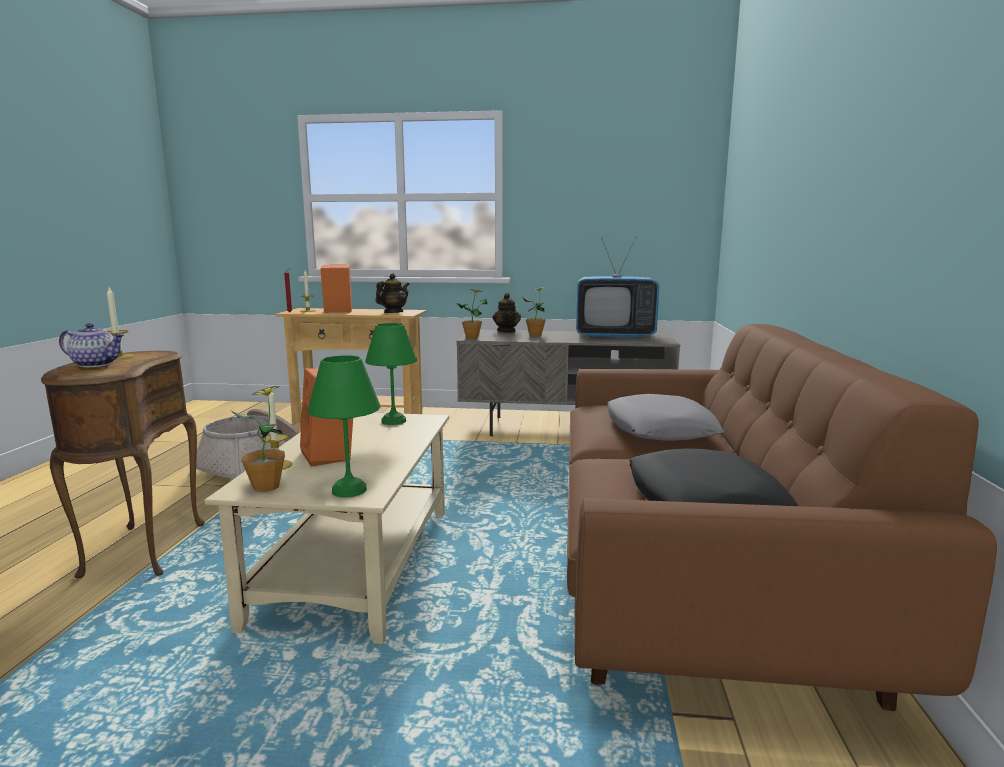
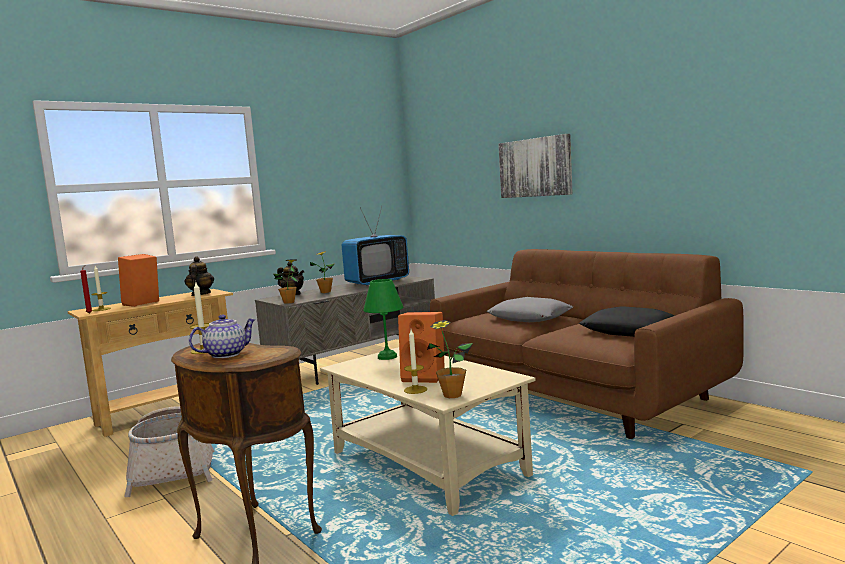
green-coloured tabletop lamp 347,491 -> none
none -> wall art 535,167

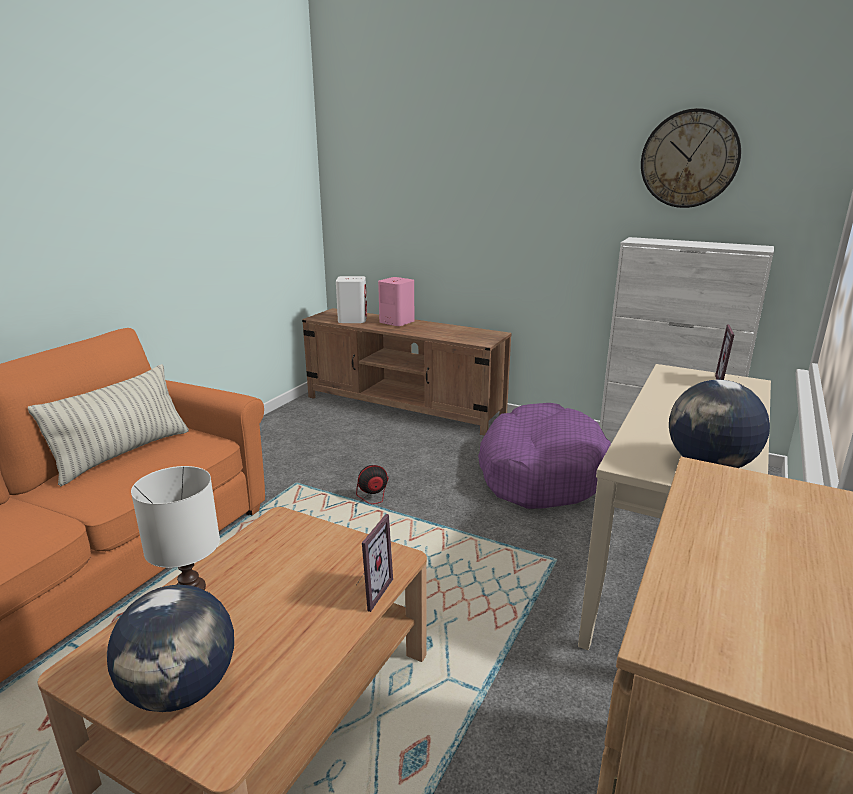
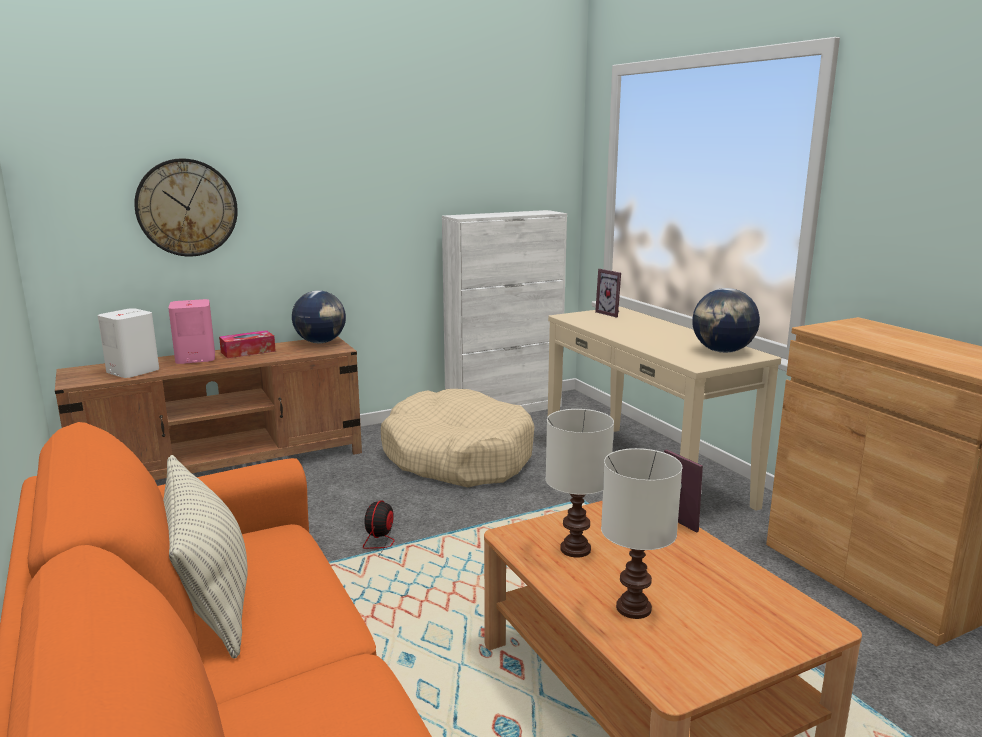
none -> tissue box 248,351
none -> white tabletop lamp 574,549
globe 181,691 -> globe 321,342, relocated
hanging clock 689,159 -> hanging clock 187,207, relocated
purple dog bed 540,472 -> beige-coloured dog bed 458,457

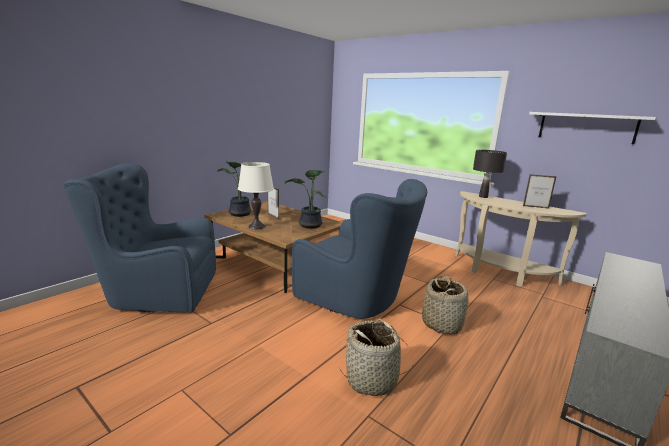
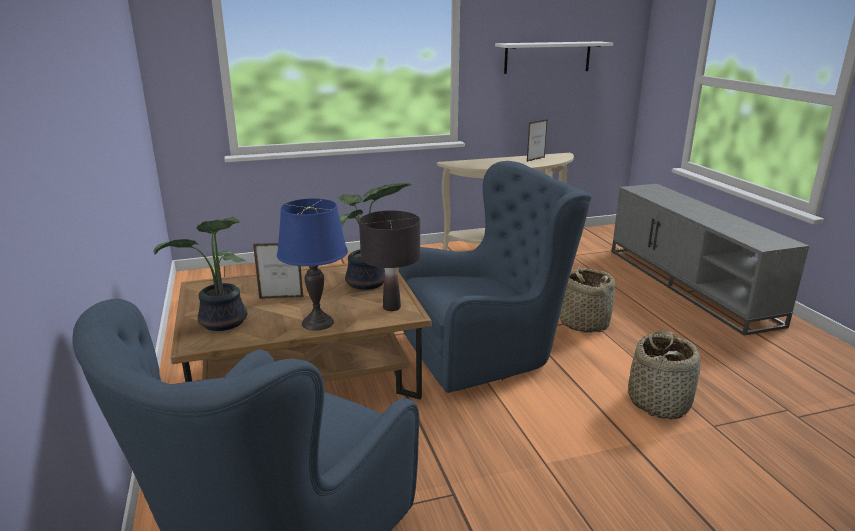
blackish tabletop lamp 483,197 -> blackish tabletop lamp 391,307, relocated
white tabletop lamp 256,226 -> blue tabletop lamp 317,323

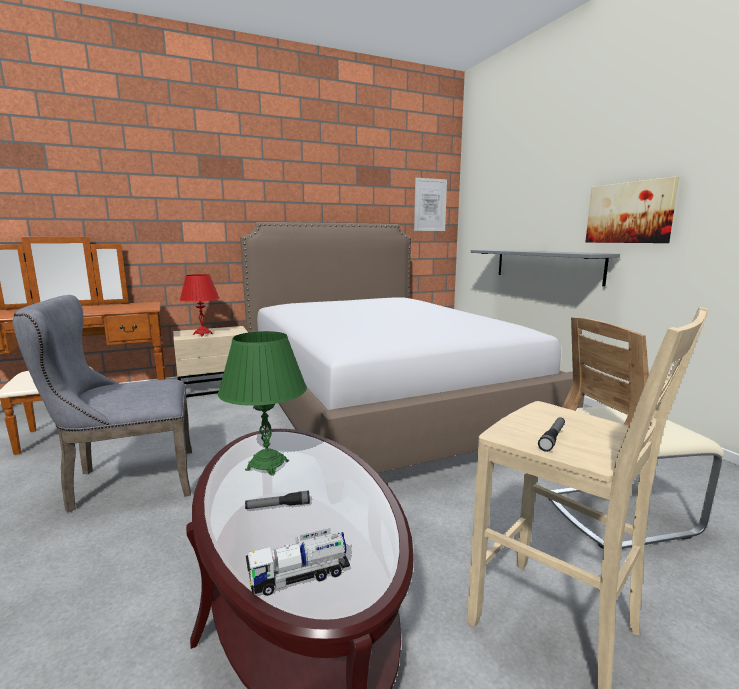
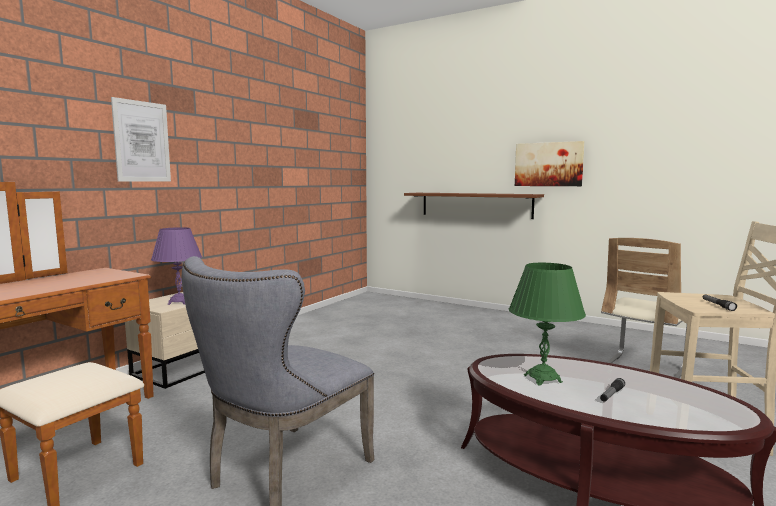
bedroom bed 381,404 -> none
toy truck 299,577 -> none
wall art 430,205 -> wall art 142,141, relocated
red-coloured tabletop lamp 203,334 -> purple tabletop lamp 179,302
greyish wall shelf 546,265 -> brownish wall shelf 475,205

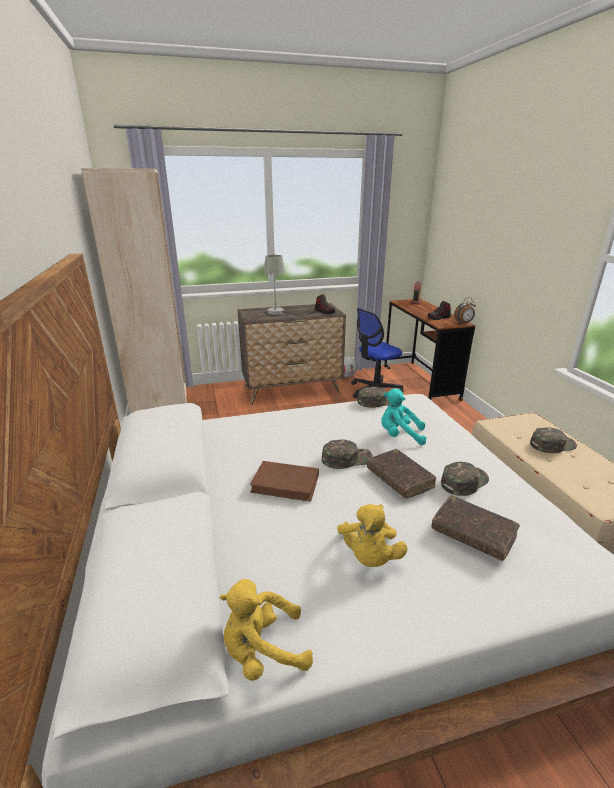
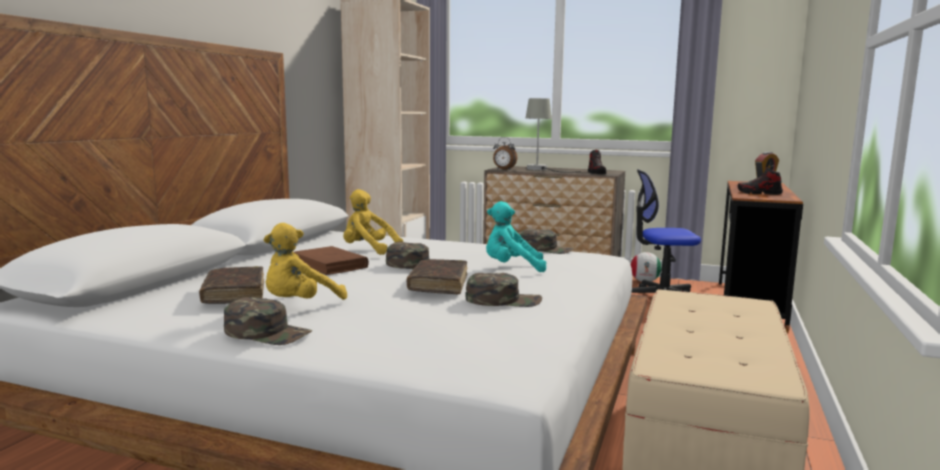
yellow soft toy 263,651 -> yellow soft toy 368,250, relocated
brownish bound book 473,533 -> brownish bound book 234,294, relocated
table clock 463,323 -> table clock 504,169, relocated
green-coloured baseball cap 552,444 -> green-coloured baseball cap 268,333, relocated
turquoise-coloured soft toy 399,435 -> turquoise-coloured soft toy 511,268, 45 degrees counterclockwise

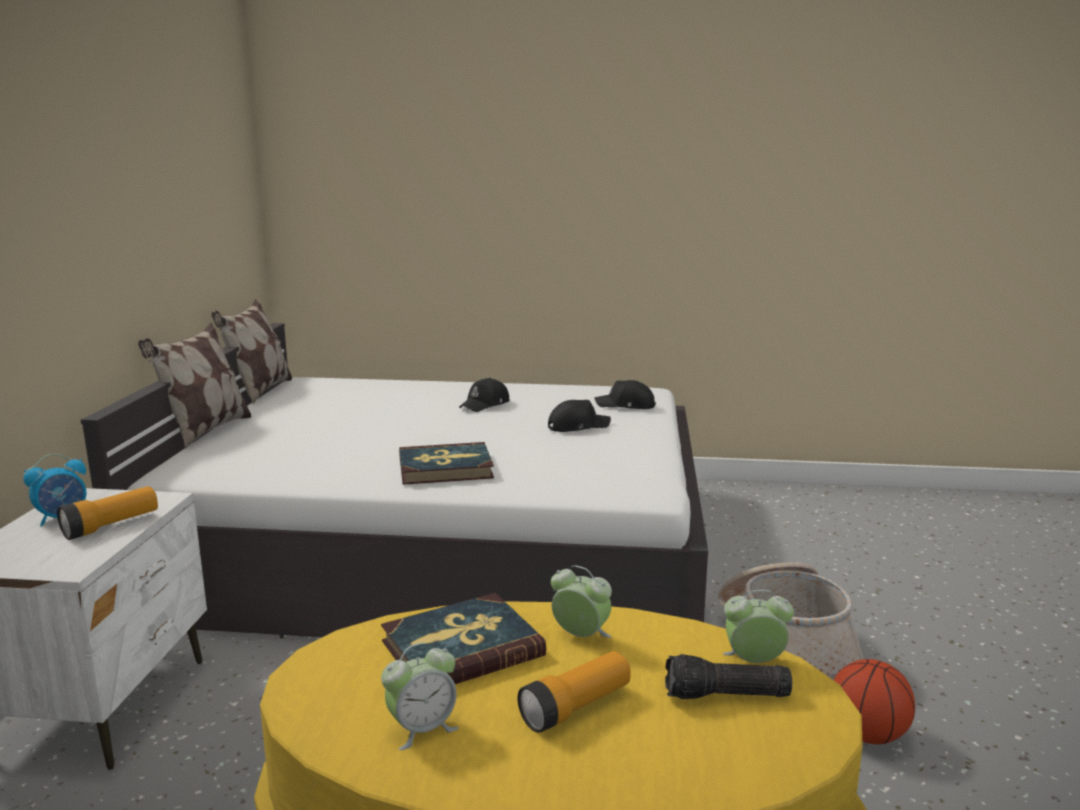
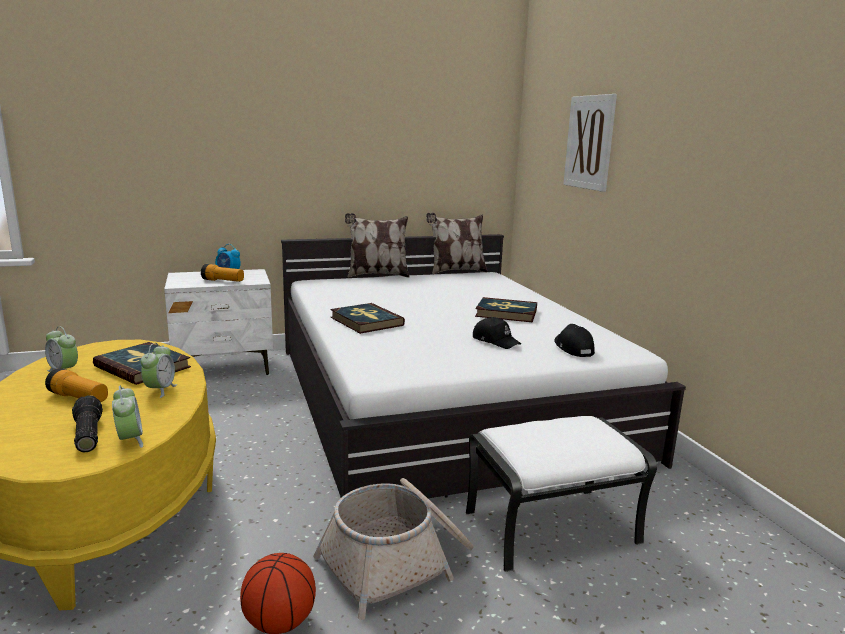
none -> white footrest 552,526
none -> wall art 589,142
blackish baseball cap 485,404 -> bound book 506,313

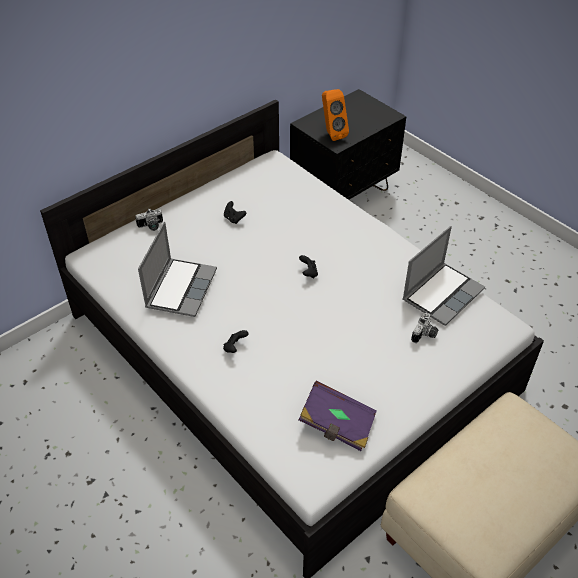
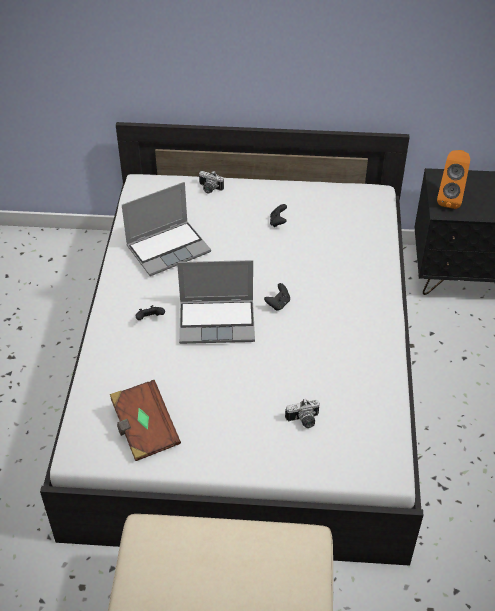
notebook computer 442,294 -> notebook computer 218,321, relocated
purple bound book 337,425 -> brownish bound book 144,429

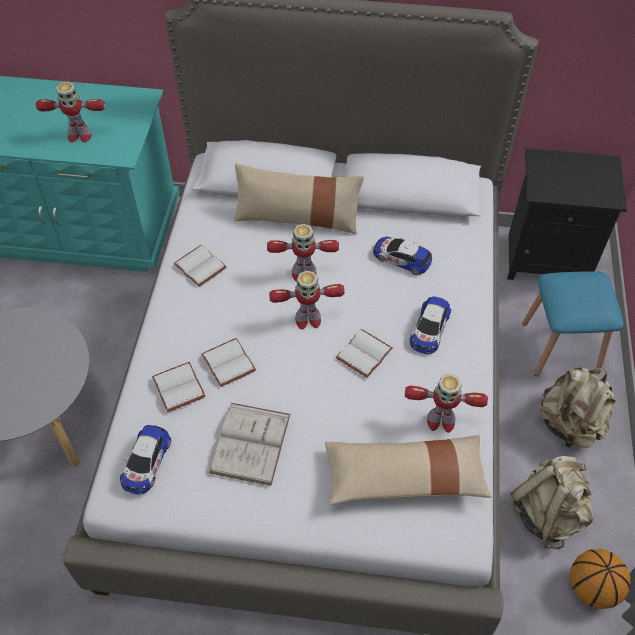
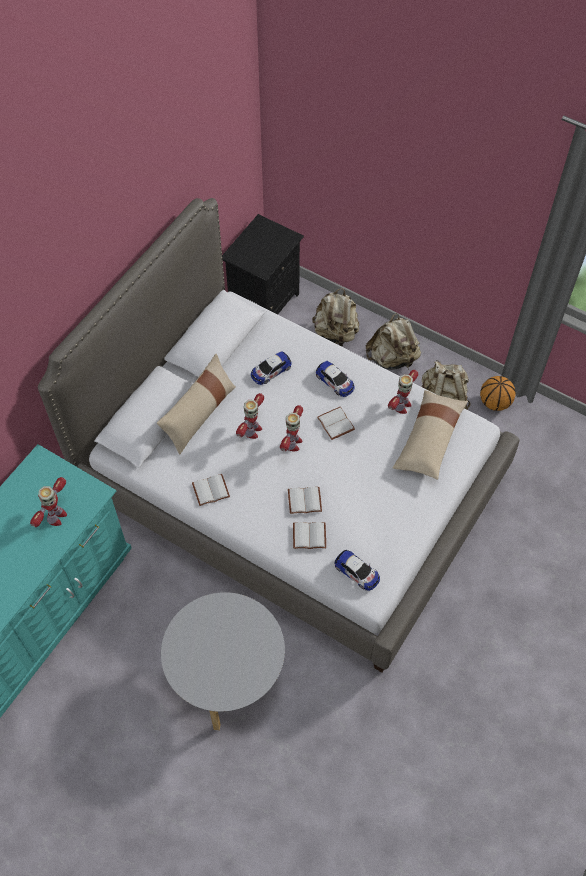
white bound book 250,443 -> none
blue sitting stool 560,347 -> beige-coloured knapsack 336,333

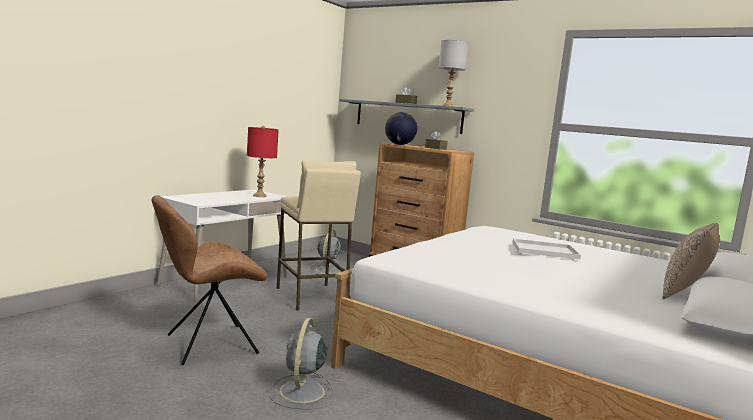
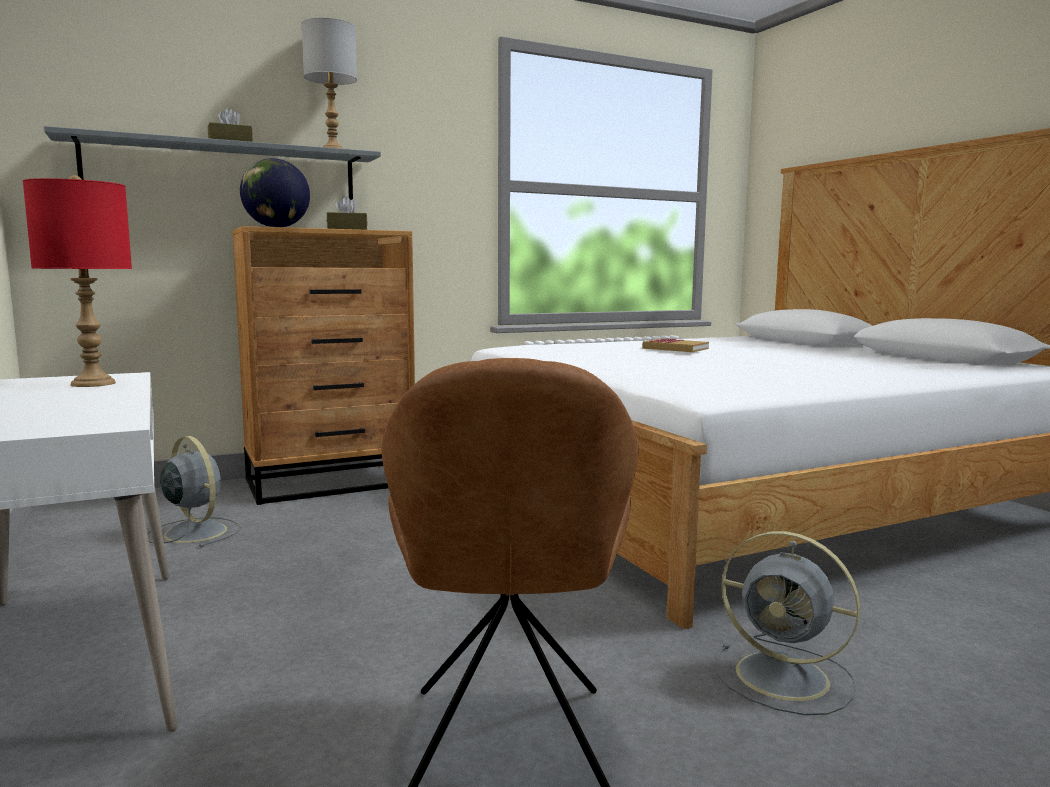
beige-coloured sitting stool 311,297 -> none
cushion 685,294 -> none
white serving tray 546,250 -> bound book 675,348

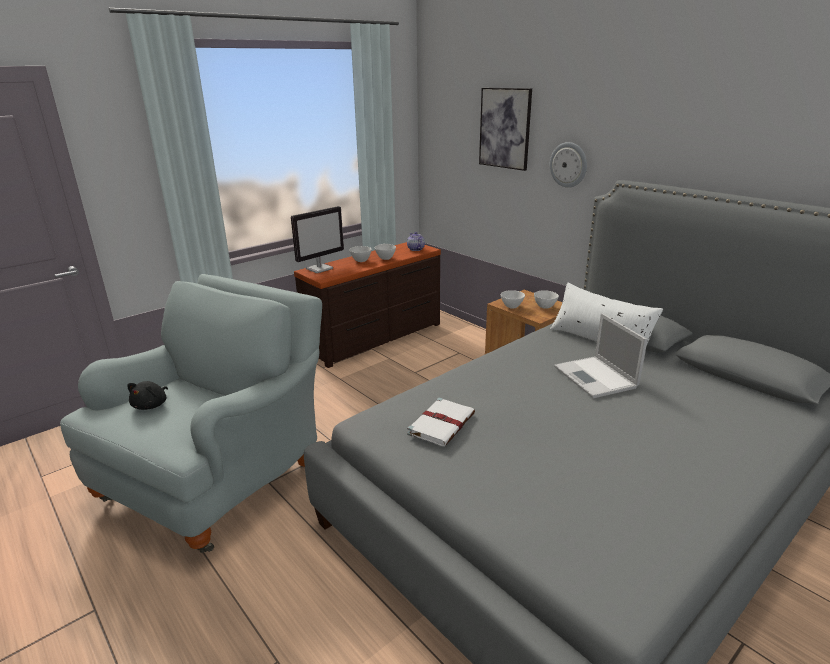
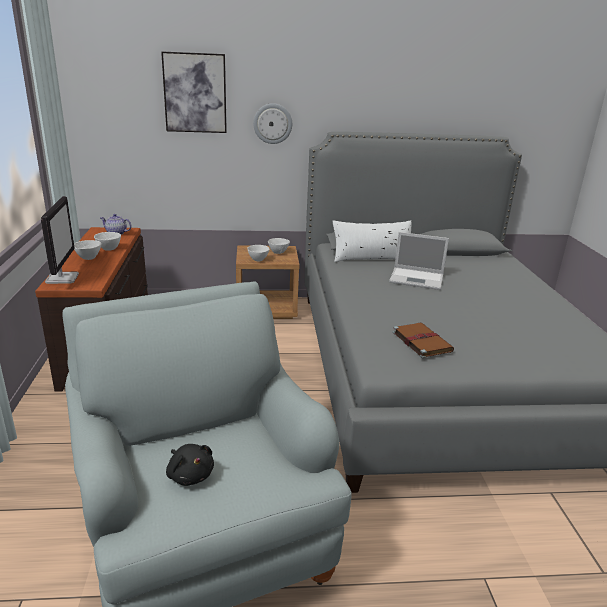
white bound book 442,423 -> brownish bound book 421,341

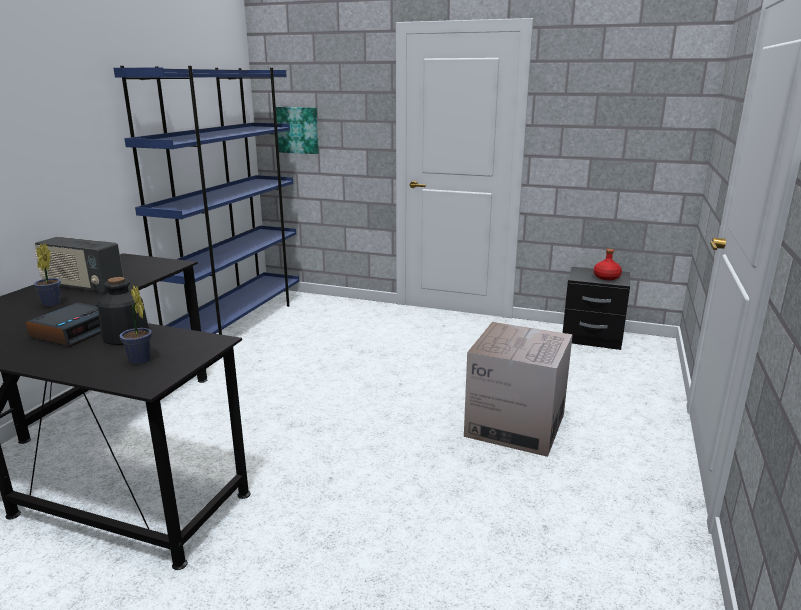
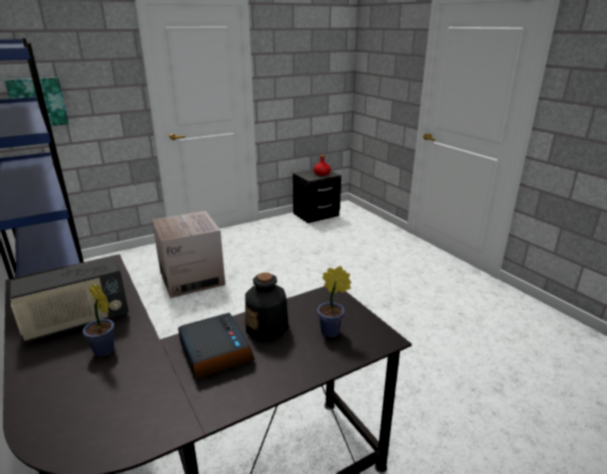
carton 515,425 -> carton 192,278, relocated

